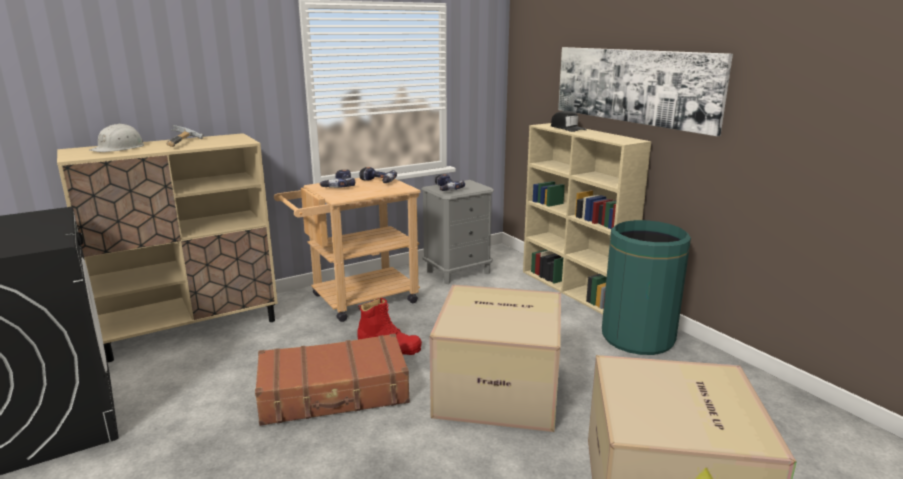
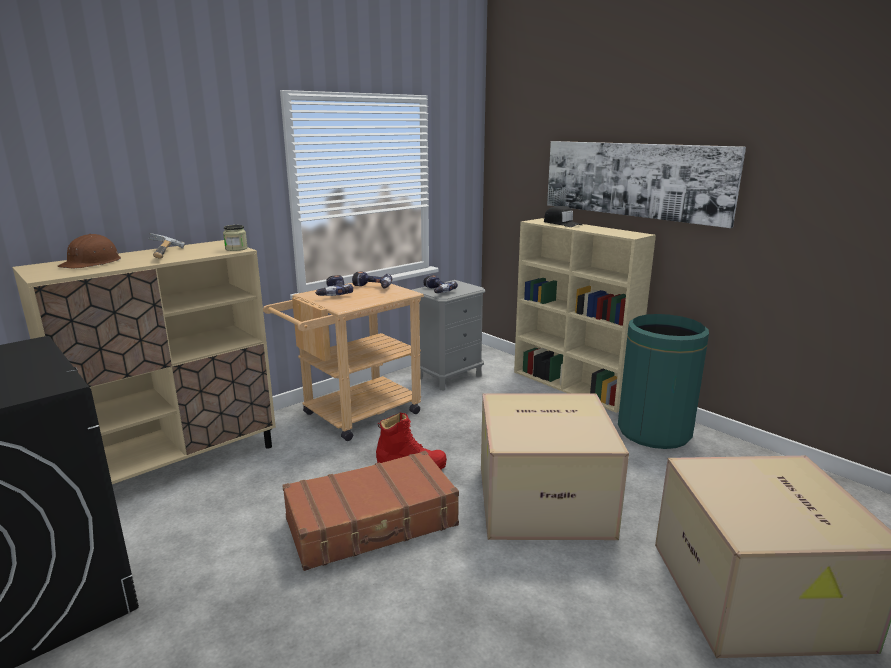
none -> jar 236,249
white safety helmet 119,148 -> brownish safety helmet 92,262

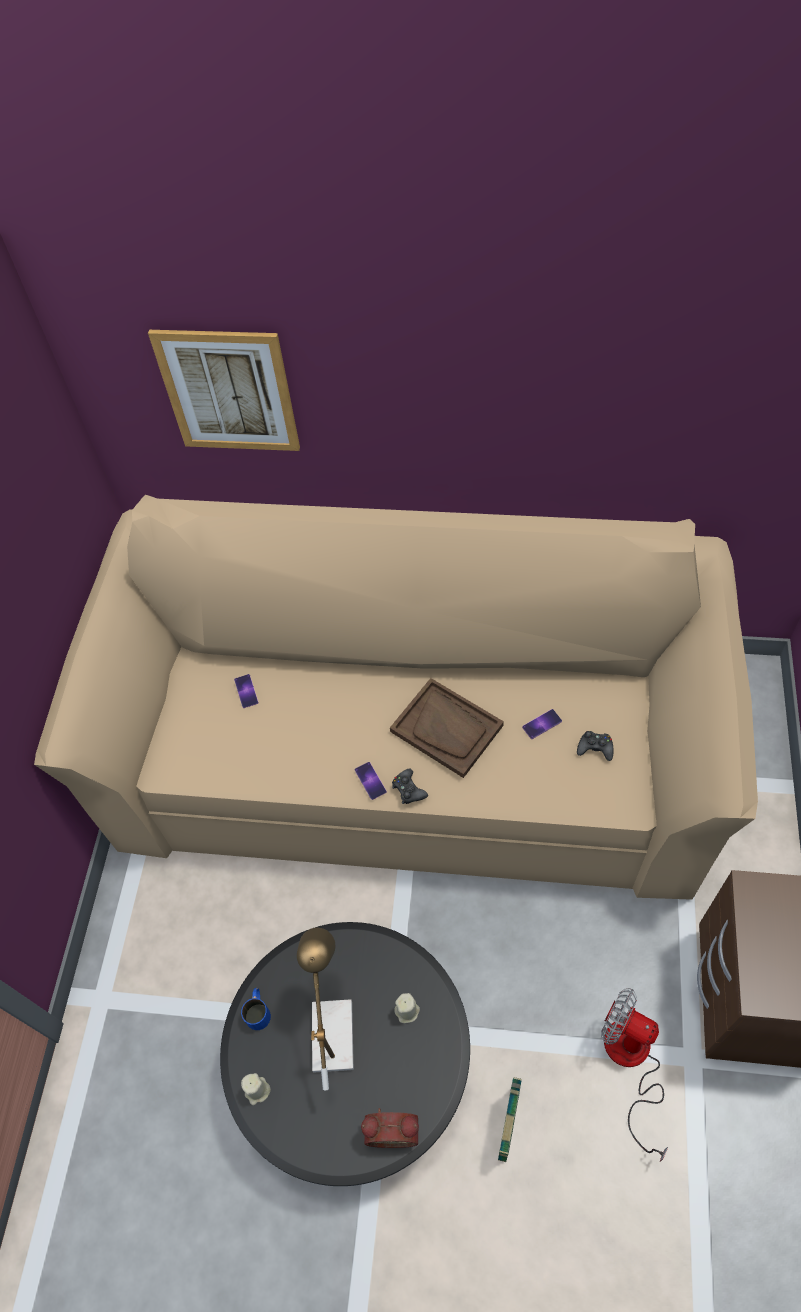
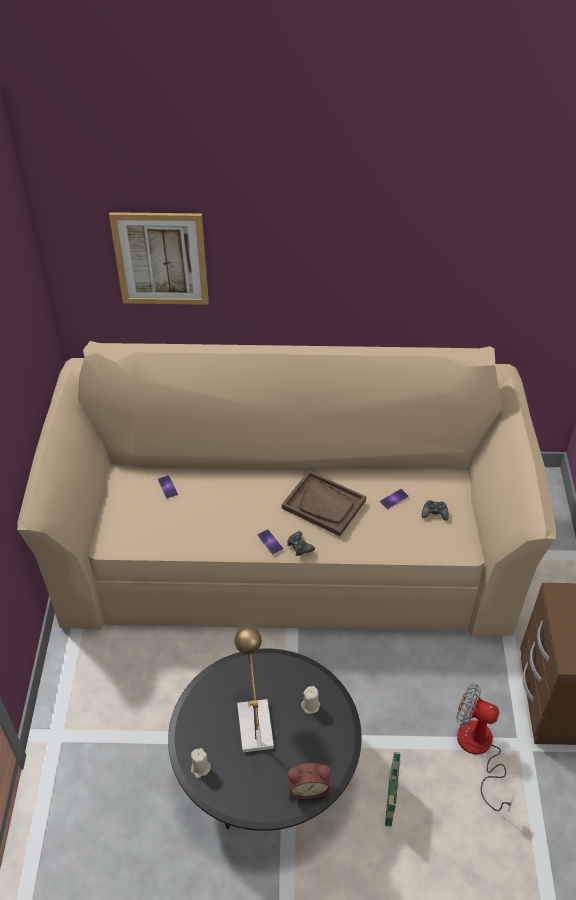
blue mug 258,1010 -> none

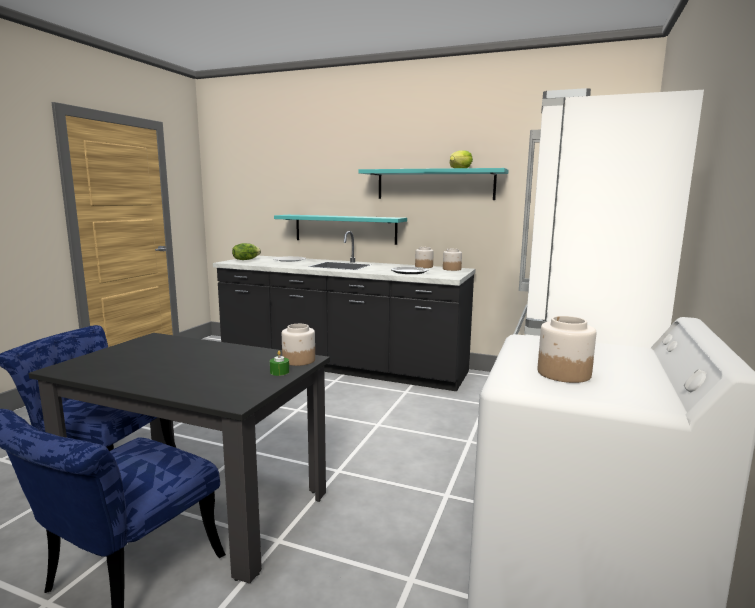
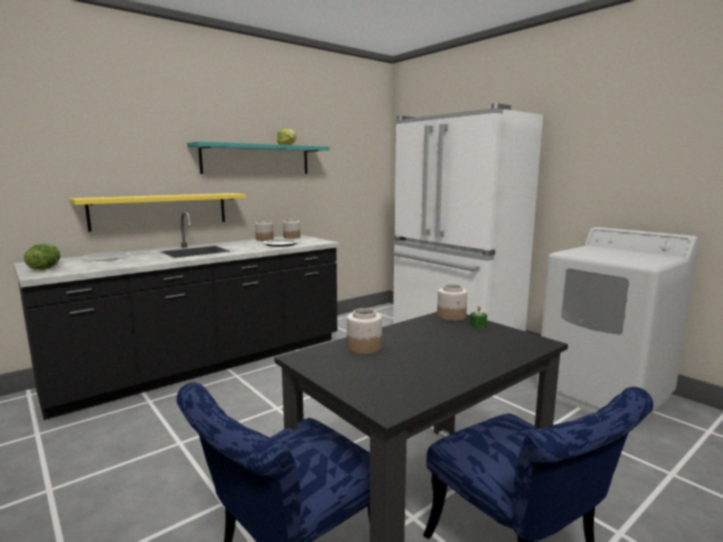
jar 563,373 -> jar 363,347, relocated
turquoise-coloured wall shelf 345,229 -> yellow wall shelf 160,210

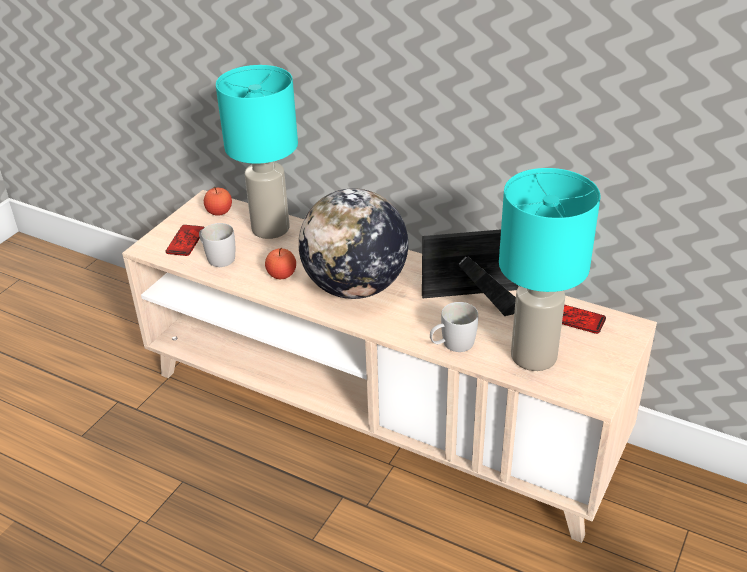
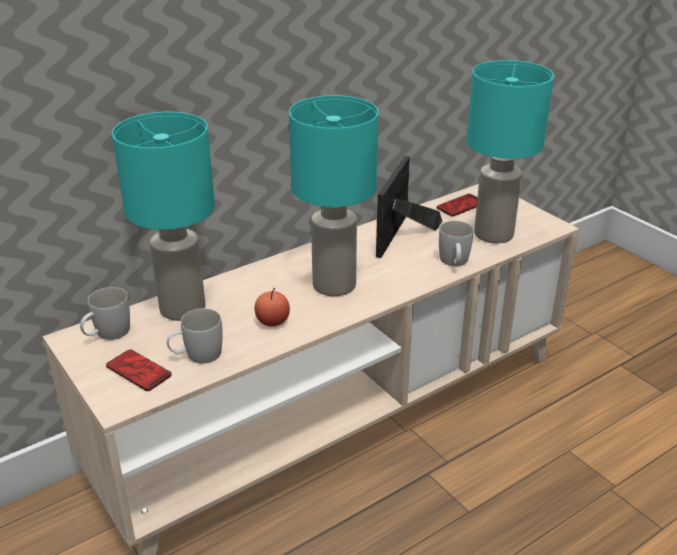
whole apple 219,212 -> white mug 107,334
globe 355,287 -> turquoise-coloured tabletop lamp 333,286

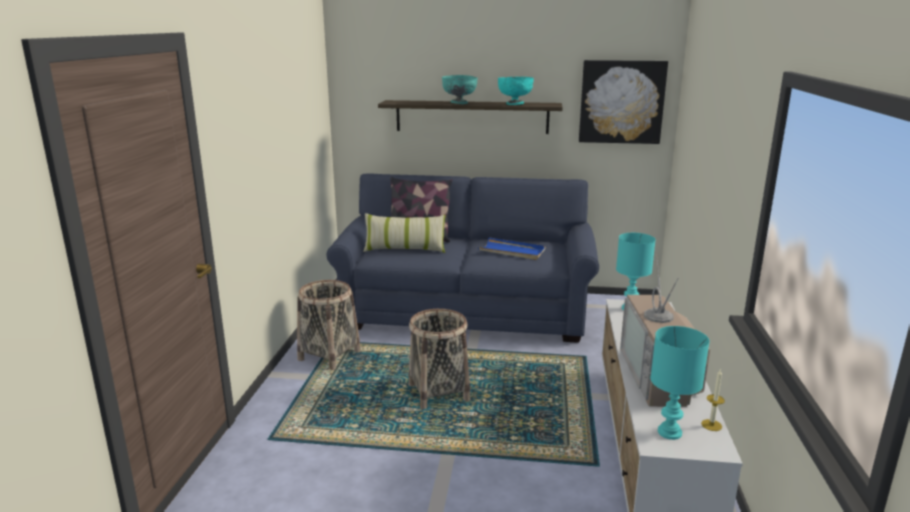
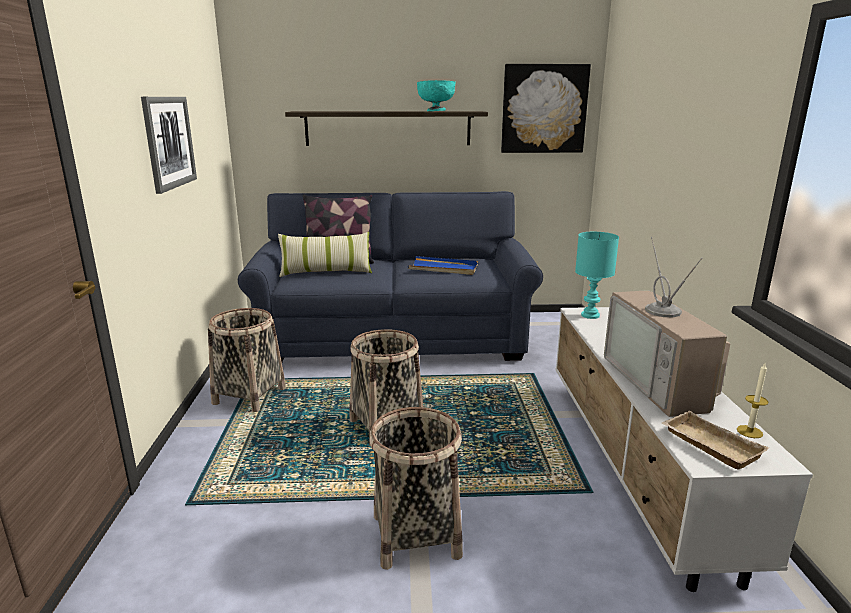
turquoise-coloured bowl 459,103 -> none
none -> wall art 169,142
none -> household basket 416,535
turquoise-coloured tabletop lamp 668,432 -> beige-coloured serving tray 708,445

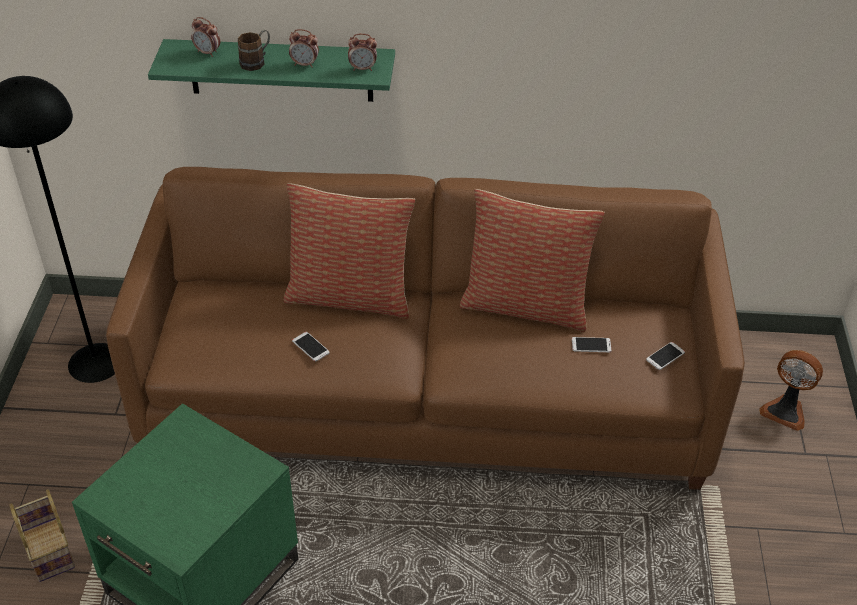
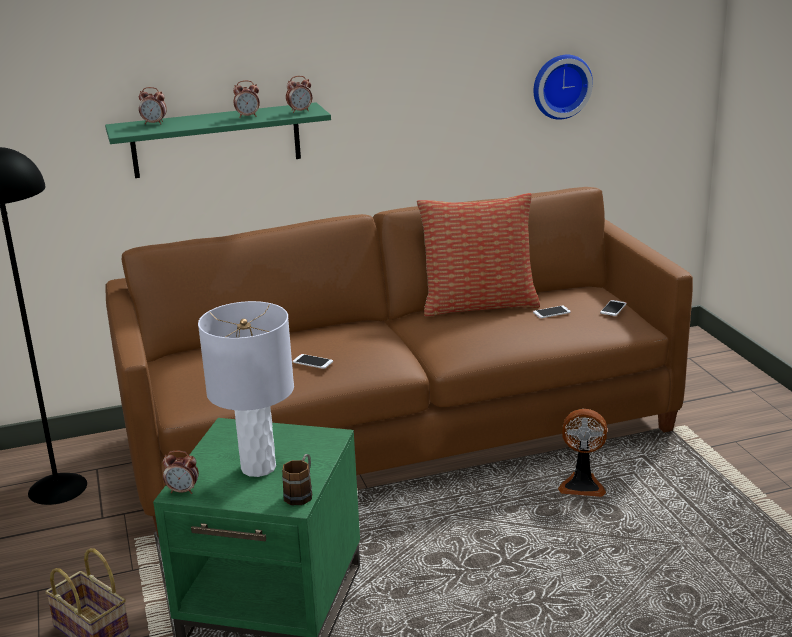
cushion 350,296 -> none
none -> table clock 183,491
none -> greyish tabletop lamp 258,467
none -> hanging clock 560,86
brownish mug 256,61 -> brownish mug 301,493, relocated
electric fan 785,411 -> electric fan 582,485, relocated

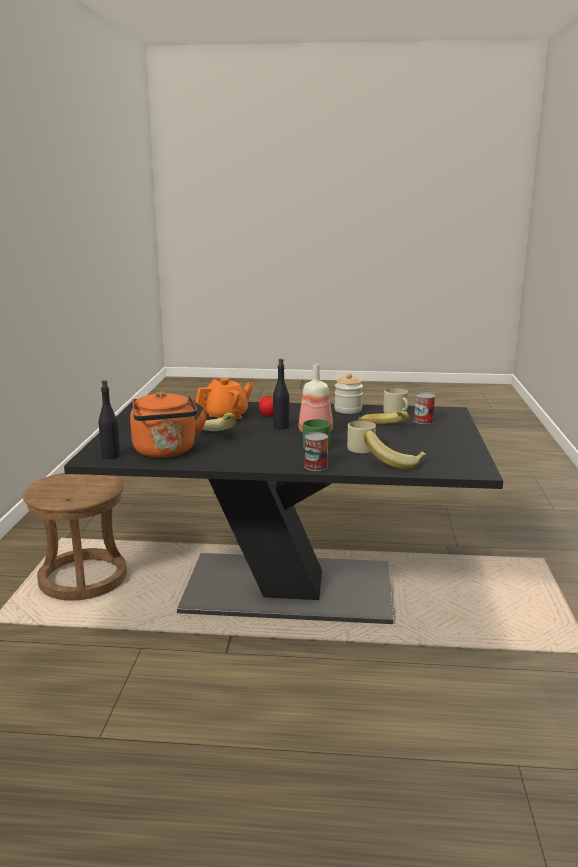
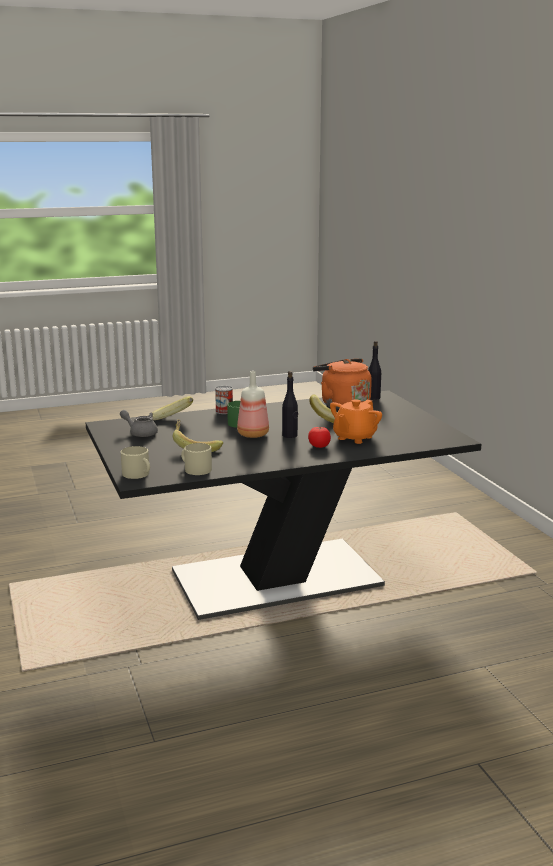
brownish sitting stool 83,578 -> none
jar 348,410 -> none
sealed can 423,421 -> none
none -> greyish pot for tea 140,433
beige-coloured mug 359,447 -> beige-coloured mug 138,474, relocated

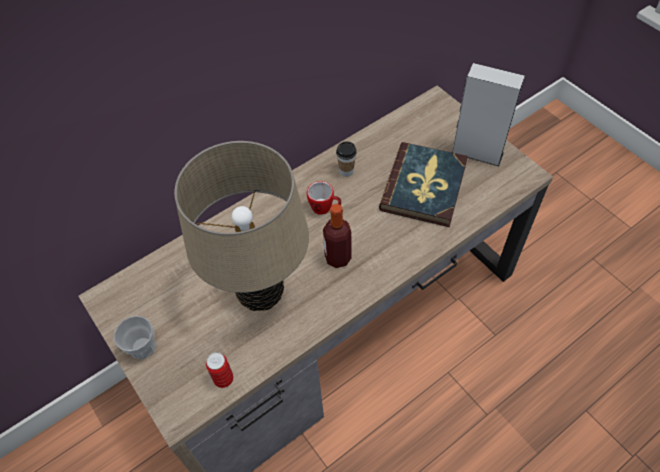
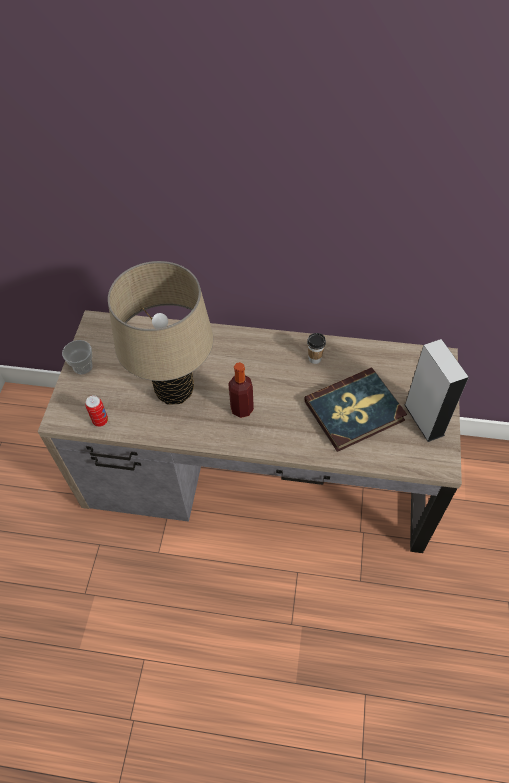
mug 325,208 -> none

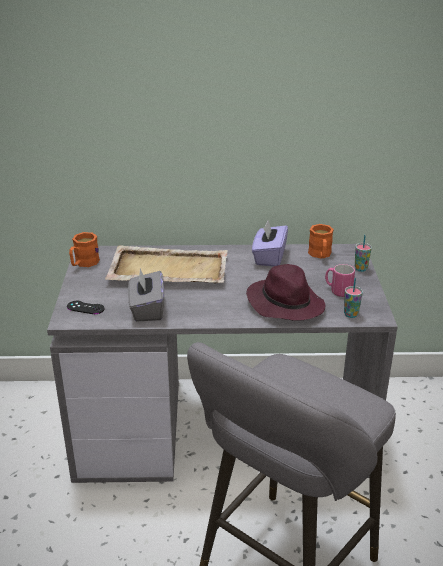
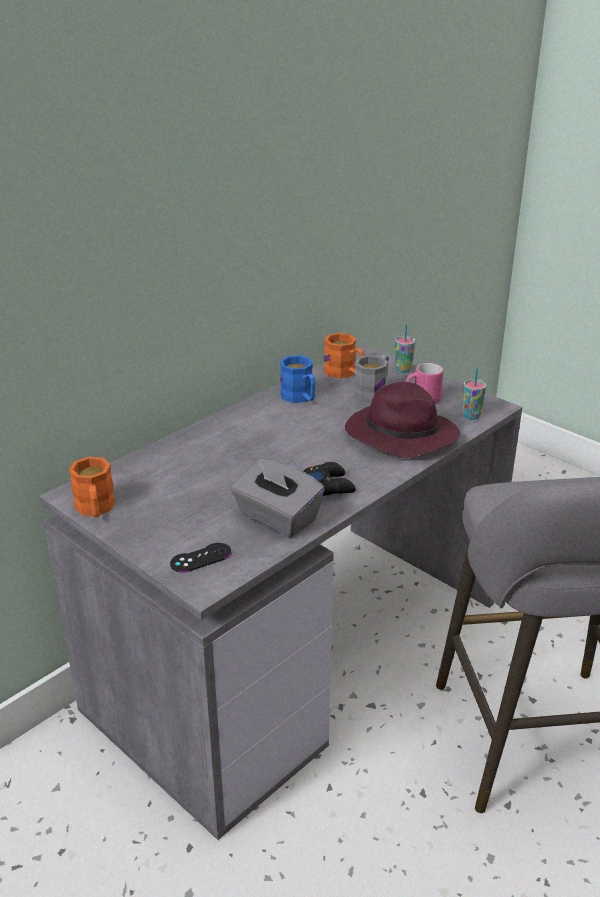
beige-coloured serving tray 167,269 -> none
none -> blackish joypad 328,486
none -> greyish mug 373,392
purple tissue box 269,257 -> blue mug 300,398

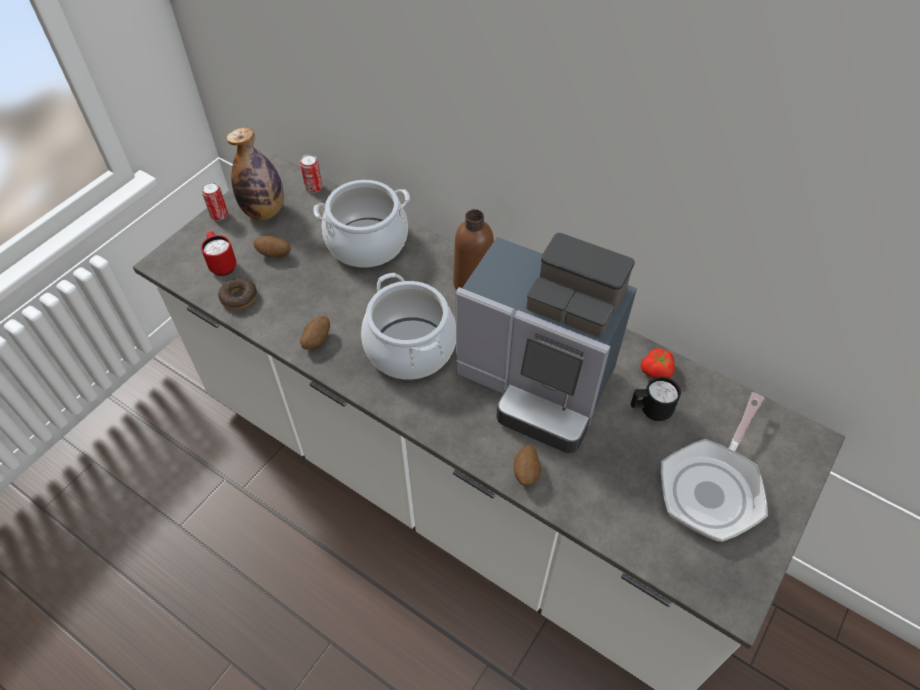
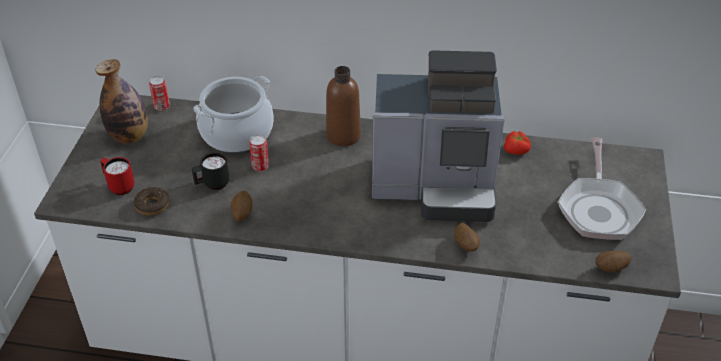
stockpot 410,348 -> none
sealed can 219,215 -> sealed can 260,166, relocated
whole potato 274,254 -> whole potato 611,269, relocated
blackish mug 650,410 -> blackish mug 212,184, relocated

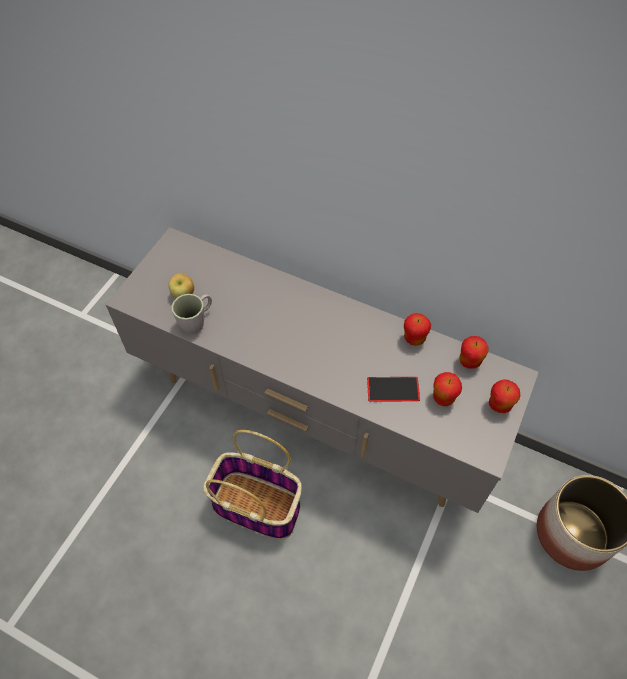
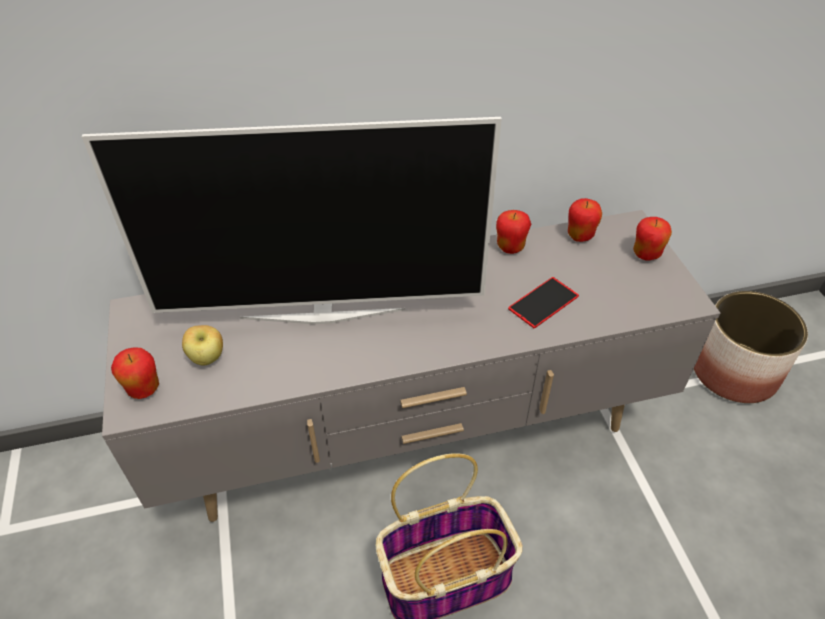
greyish mug 197,321 -> none
none -> television 323,312
whole apple 443,398 -> whole apple 144,389, relocated

